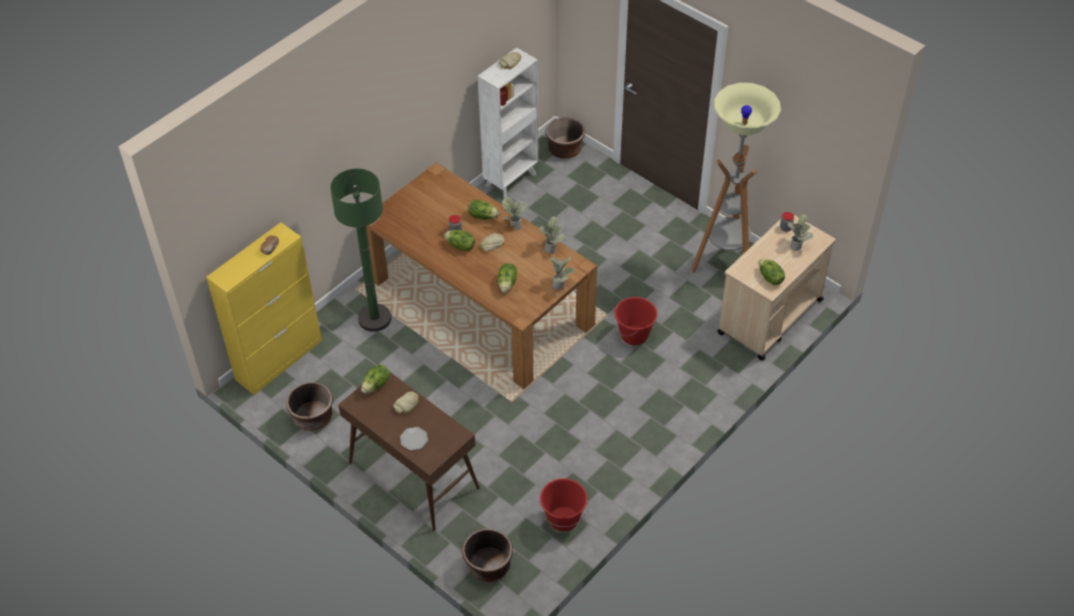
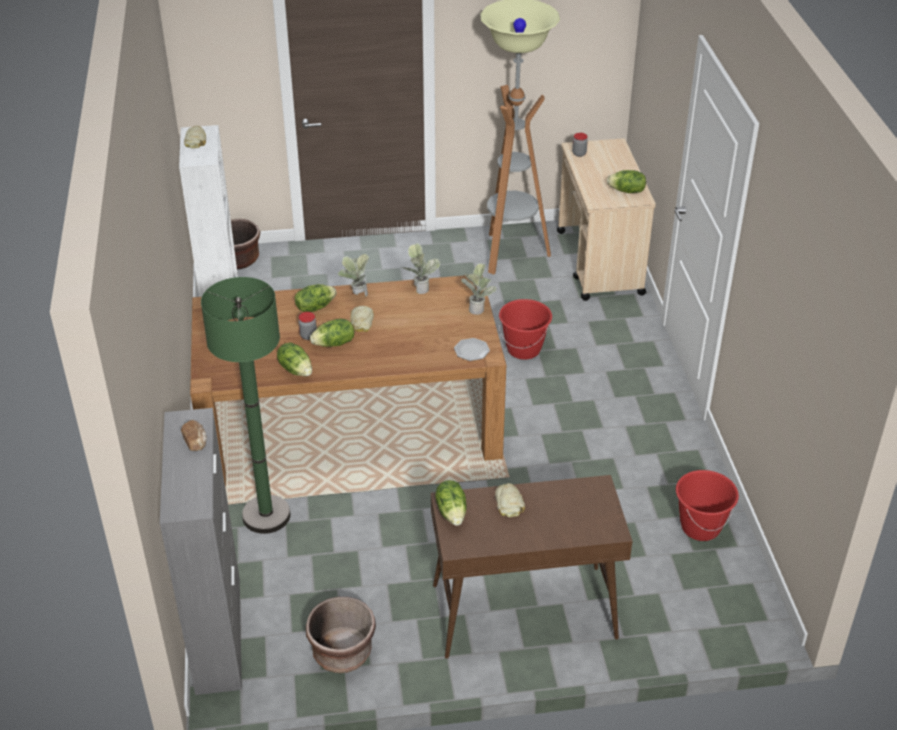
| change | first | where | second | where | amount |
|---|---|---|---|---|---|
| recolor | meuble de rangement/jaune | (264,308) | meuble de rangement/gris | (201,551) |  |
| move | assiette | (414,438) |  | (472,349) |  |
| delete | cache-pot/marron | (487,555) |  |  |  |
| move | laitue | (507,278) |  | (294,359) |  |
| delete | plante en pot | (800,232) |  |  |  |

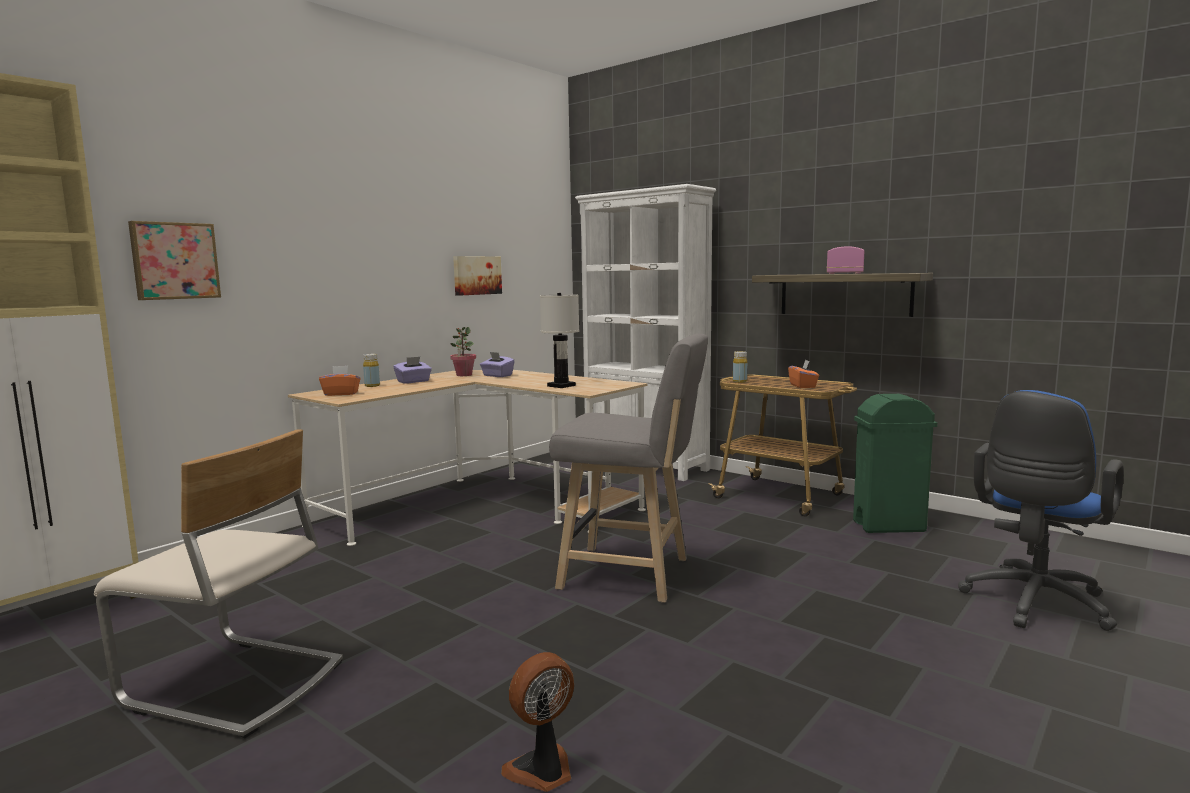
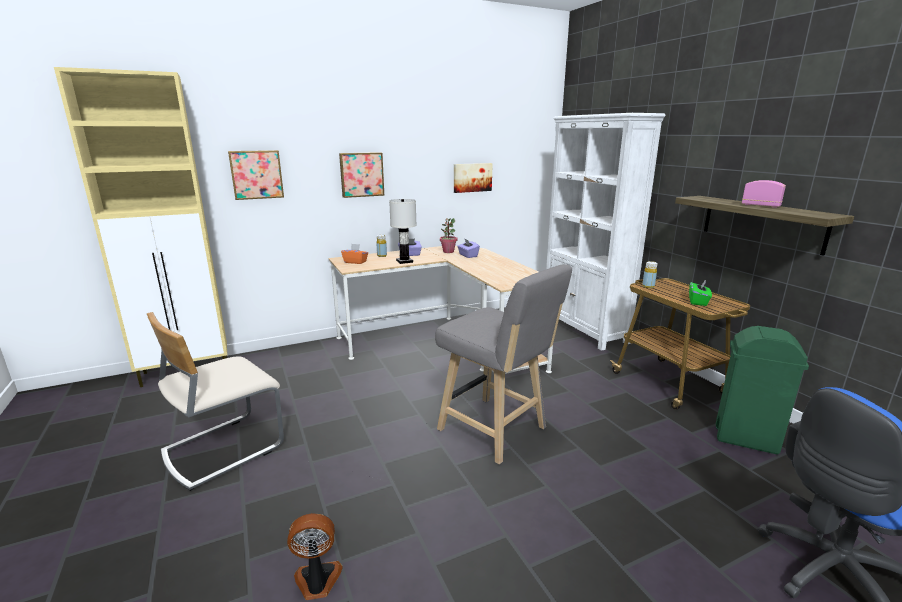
| change | first | where | second | where | amount |
|---|---|---|---|---|---|
| rotate | chaise/beige | (218,583) |  | (215,401) | 90 degrees clockwise |
| move | lampe de table/blanc | (559,340) |  | (403,231) |  |
| recolor | boîte à mouchoirs/orange | (803,374) | boîte à mouchoirs/vert | (700,292) |  |
| insert |  |  | tableau | (361,175) |  |

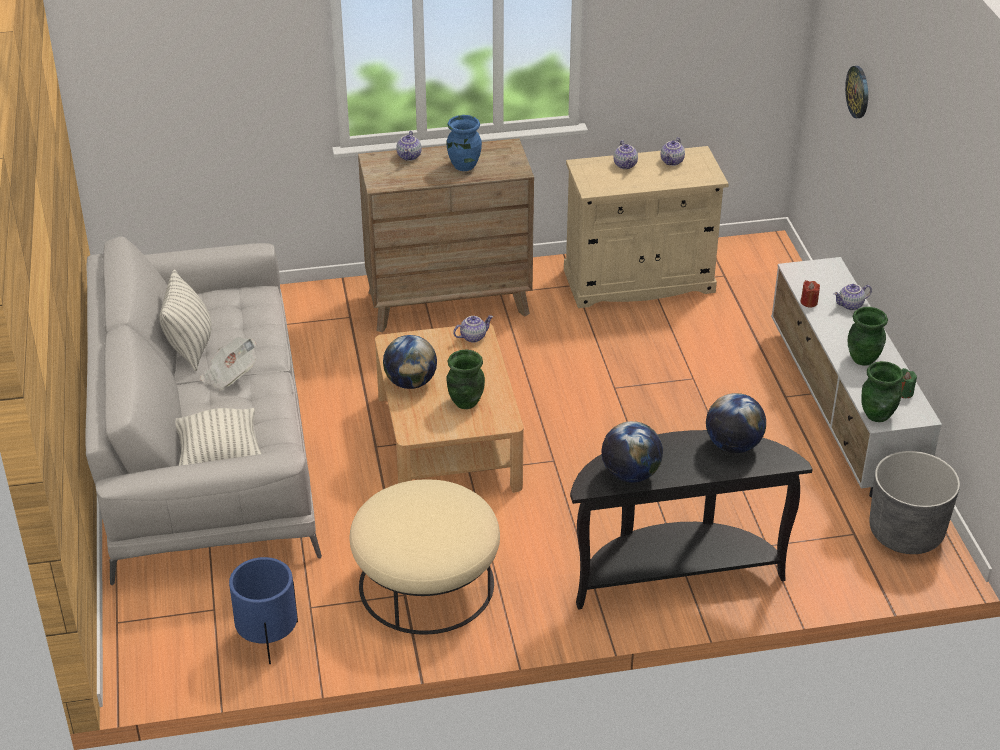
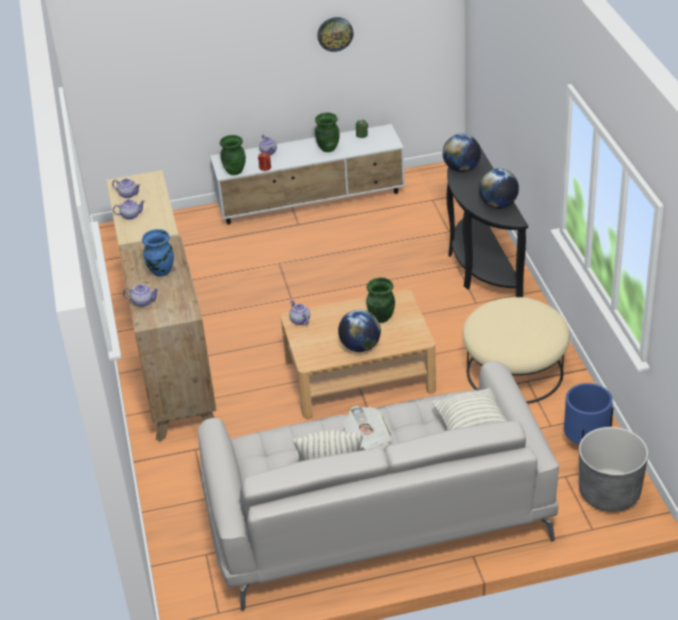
| change | first | where | second | where | amount |
|---|---|---|---|---|---|
| move | horloge murale | (856,92) |  | (335,34) |  |
| move | vase/vert | (882,391) |  | (233,155) |  |
| move | cache-pot/gris | (914,502) |  | (613,469) |  |

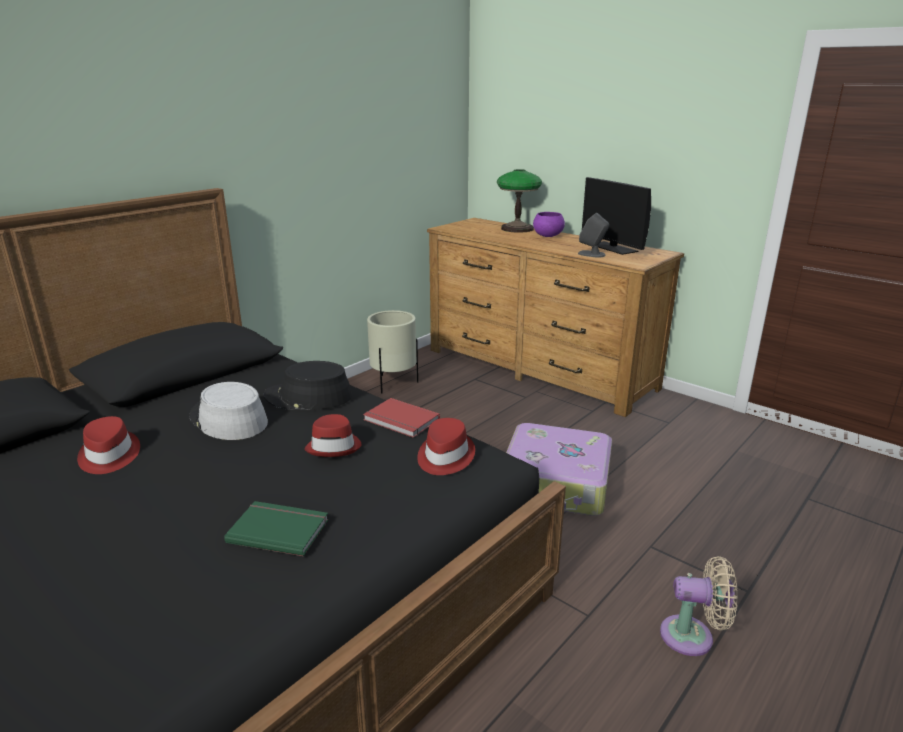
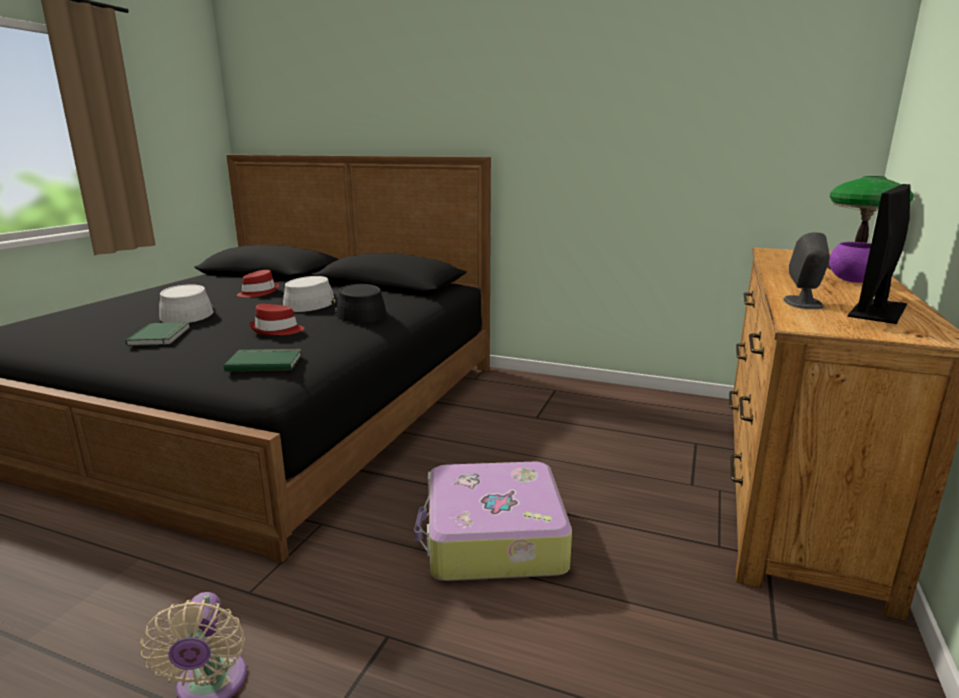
| change | first | where | second | where | amount |
|---|---|---|---|---|---|
| delete | livre/rouge | (401,418) |  |  |  |
| delete | cache-pot/beige | (392,351) |  |  |  |
| replace | chapeau/rouge | (446,446) | livre/vert | (263,360) |  |
| insert |  |  | chapeau/gris | (186,303) |  |

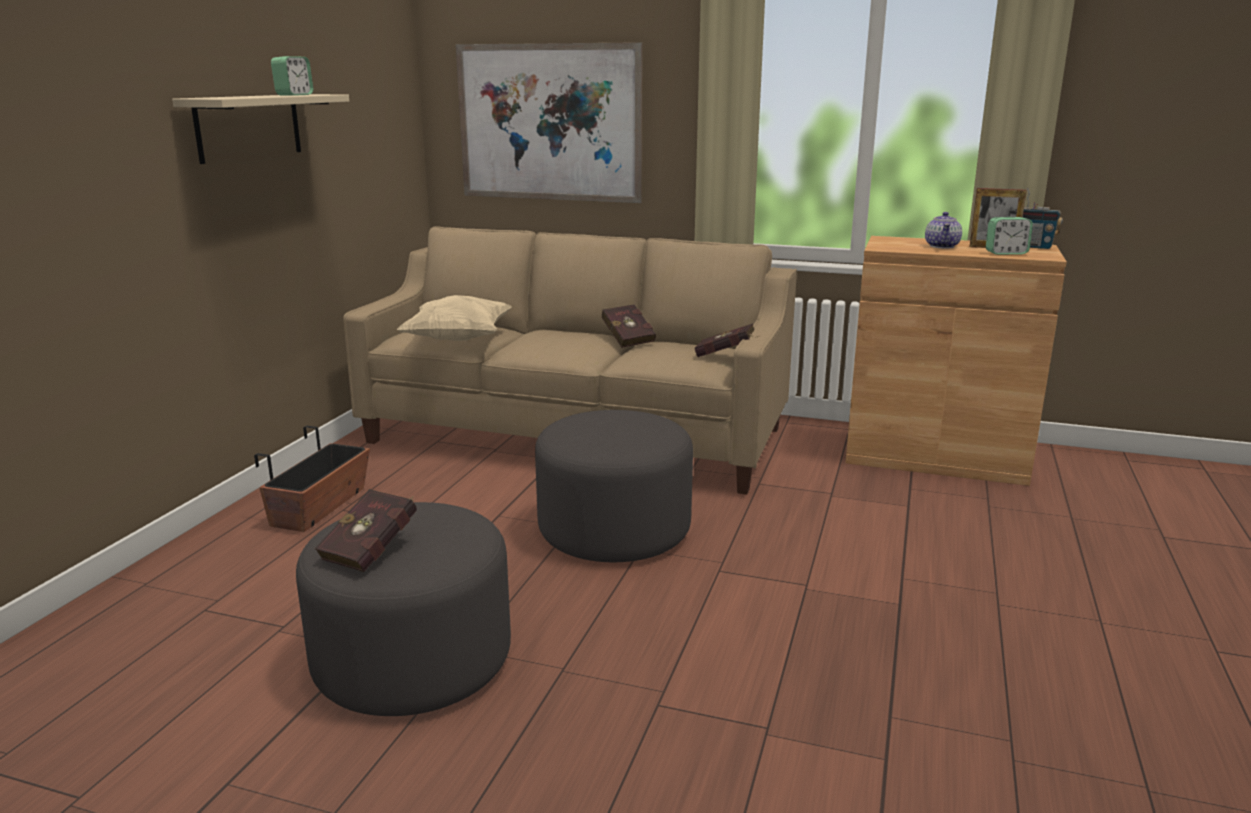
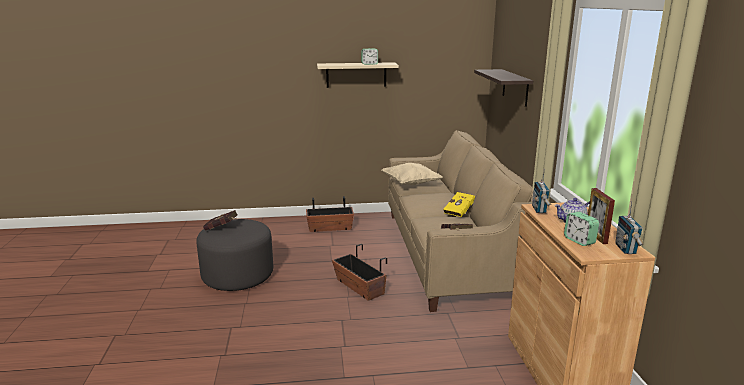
| change | first | where | second | where | amount |
|---|---|---|---|---|---|
| replace | tableau | (549,122) | étagère | (503,88) |  |
| replace | pouf/gris | (614,486) | cache-pot | (359,272) |  |
| recolor | livre/rouge | (628,326) | livre/jaune | (459,204) |  |
| insert |  |  | radio | (541,191) |  |

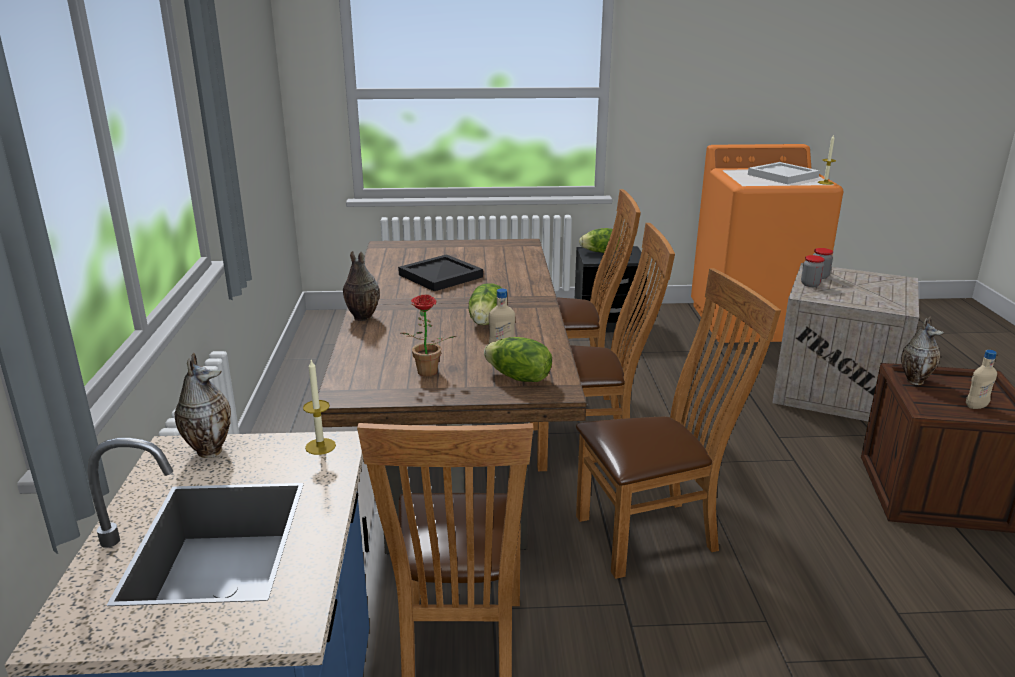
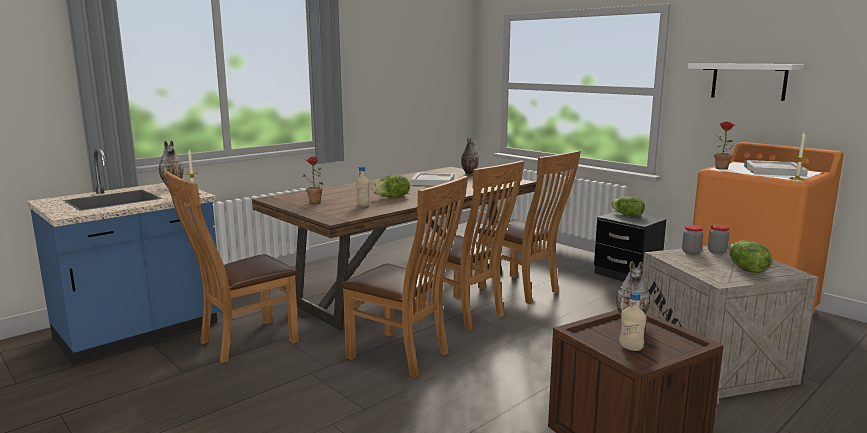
| change | first | where | second | where | amount |
|---|---|---|---|---|---|
| move | vase | (361,286) |  | (470,156) |  |
| recolor | plateau/noir | (440,272) | plateau/blanc | (432,179) |  |
| move | laitue | (518,359) |  | (750,256) |  |
| insert |  |  | étagère/blanc | (746,82) |  |
| insert |  |  | plante en pot | (724,146) |  |

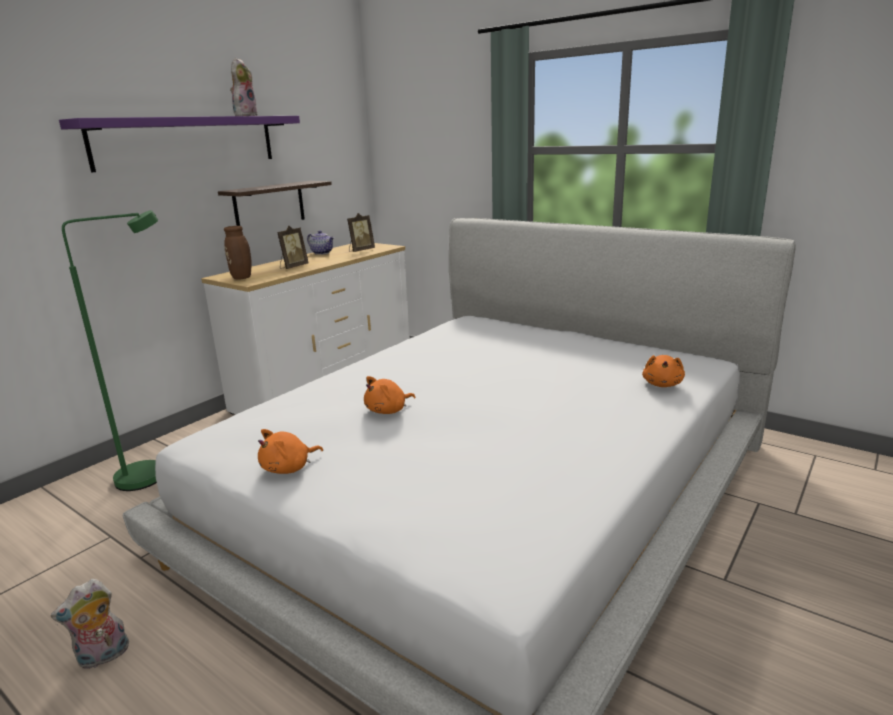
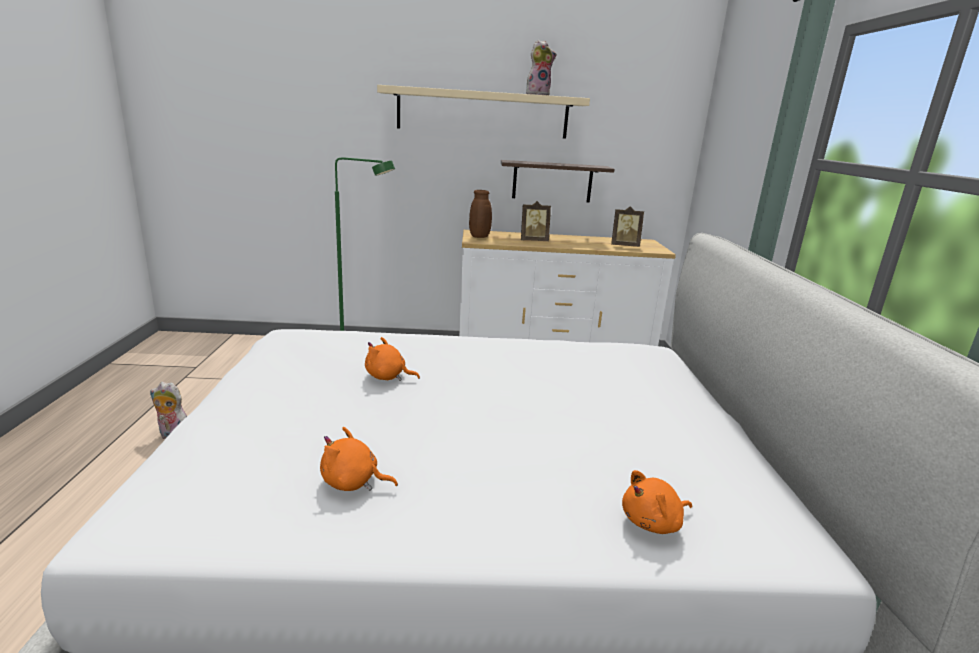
| change | first | where | second | where | amount |
|---|---|---|---|---|---|
| recolor | étagère/violet | (179,144) | étagère/beige | (483,112) |  |
| move | peluche/orange | (290,451) |  | (359,459) |  |
| delete | théière | (320,242) |  |  |  |

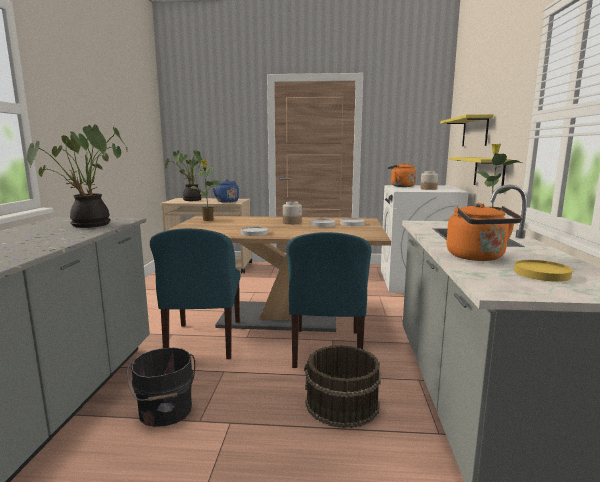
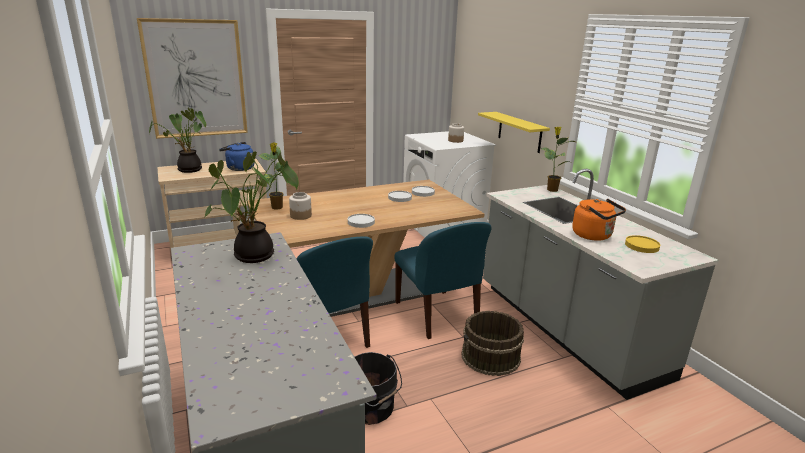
| change | first | where | second | where | amount |
|---|---|---|---|---|---|
| move | bocal | (292,212) |  | (300,206) |  |
| delete | bouilloire/orange | (401,175) |  |  |  |
| delete | étagère/jaune | (467,130) |  |  |  |
| insert |  |  | tableau | (192,78) |  |

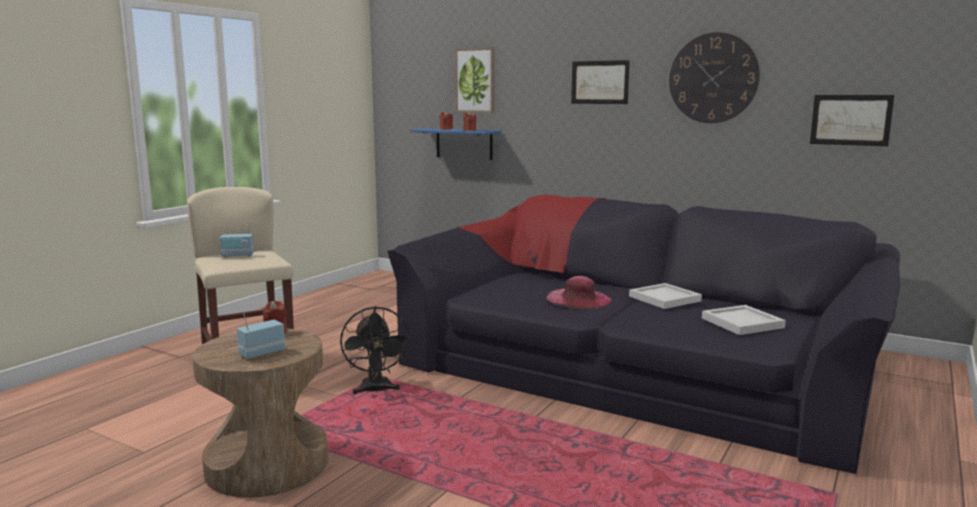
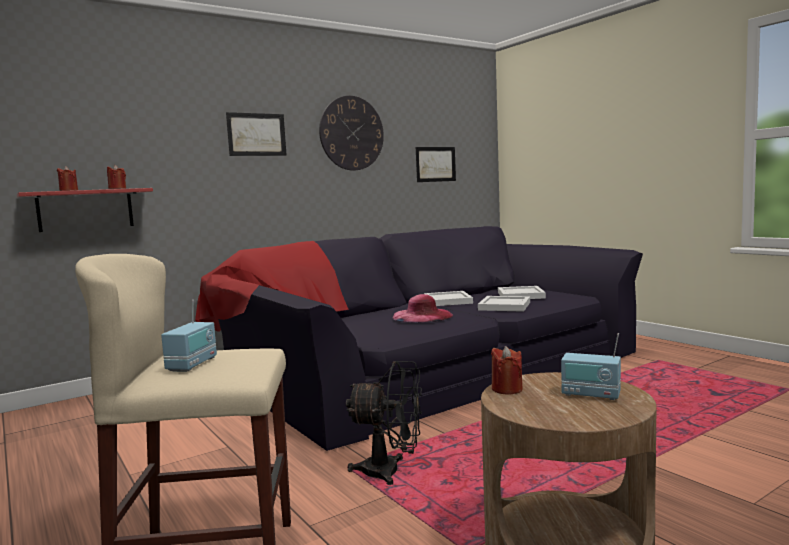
| change | first | where | second | where | amount |
|---|---|---|---|---|---|
| rotate | radio | (261,336) |  | (591,366) | 45 degrees counterclockwise |
| recolor | étagère/bleu | (456,144) | étagère/rouge | (85,210) |  |
| delete | tableau | (475,80) |  |  |  |
| insert |  |  | plateau/blanc | (504,304) |  |

